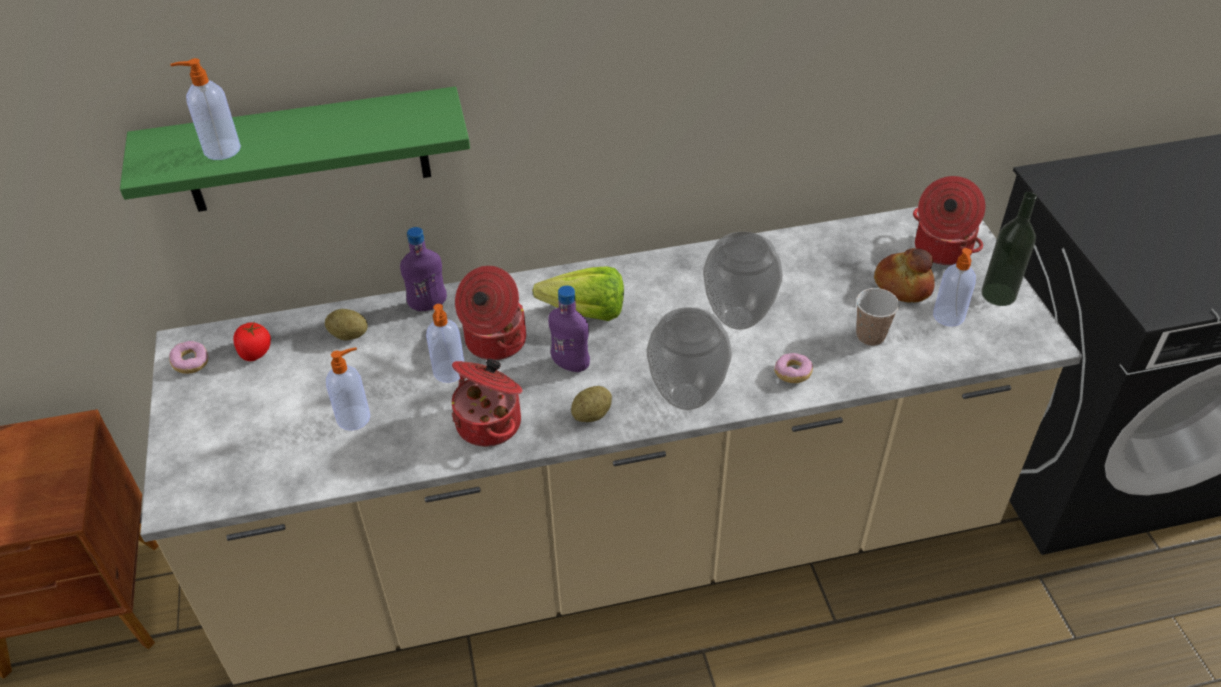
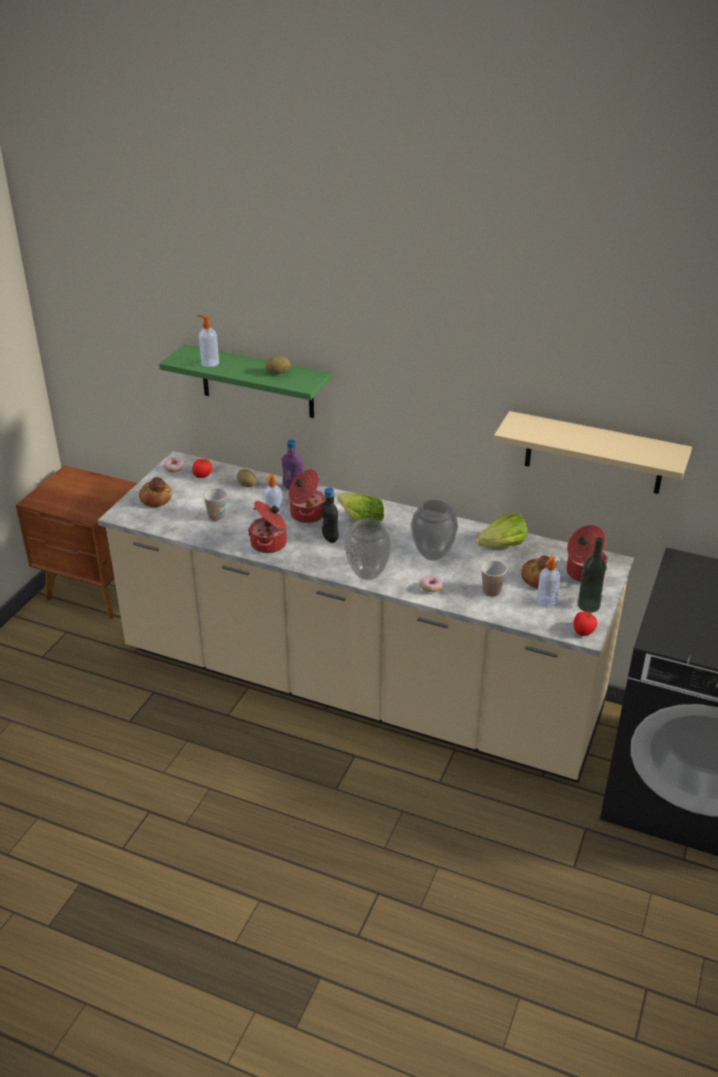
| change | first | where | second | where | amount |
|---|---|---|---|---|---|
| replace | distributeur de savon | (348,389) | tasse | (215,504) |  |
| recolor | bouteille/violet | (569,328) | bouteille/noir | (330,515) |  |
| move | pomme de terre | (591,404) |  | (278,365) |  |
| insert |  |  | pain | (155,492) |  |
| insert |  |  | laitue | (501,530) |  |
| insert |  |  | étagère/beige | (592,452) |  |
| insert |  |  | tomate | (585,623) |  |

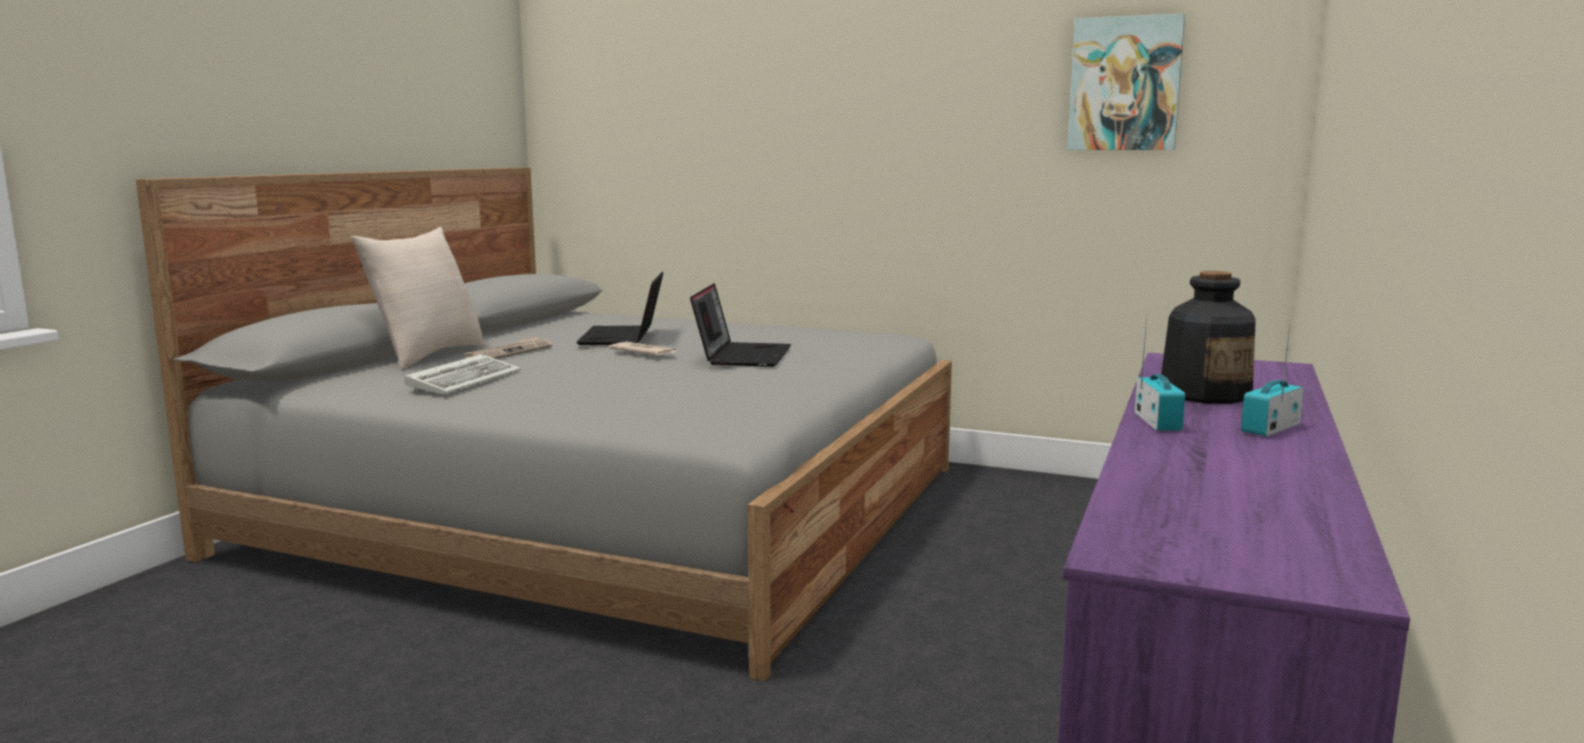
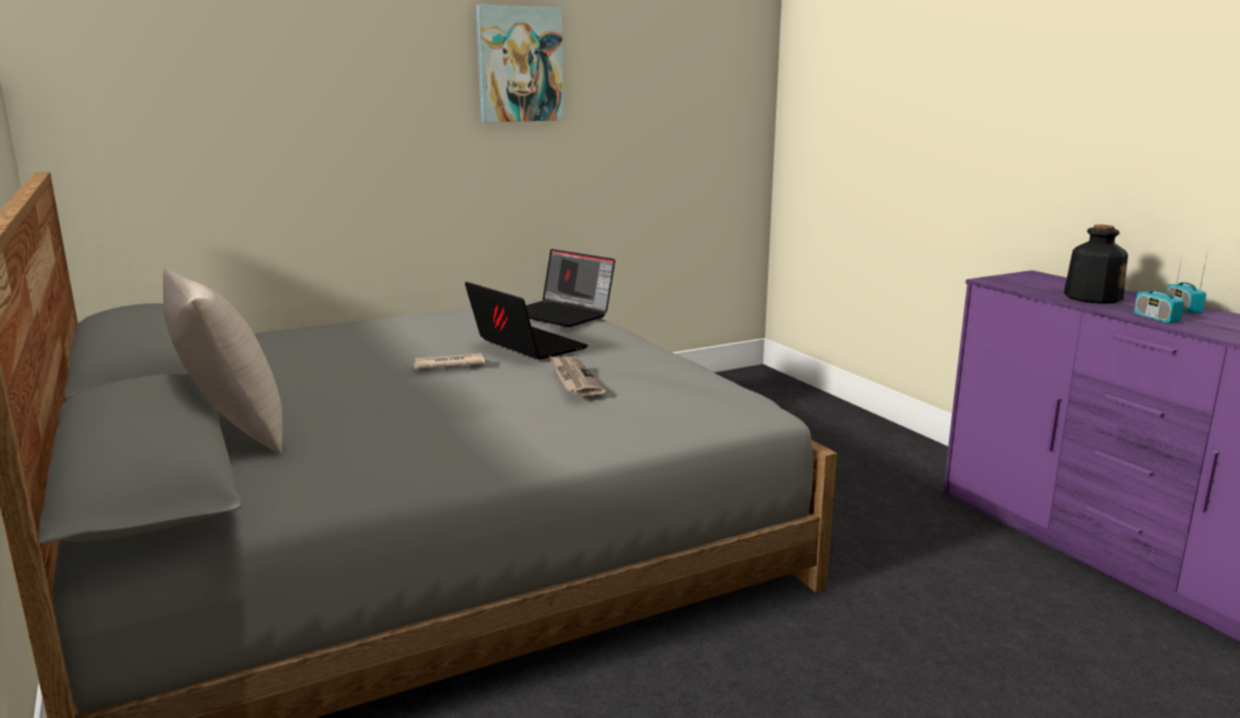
| change | first | where | second | where | amount |
|---|---|---|---|---|---|
| delete | clavier | (462,374) |  |  |  |
| move | journal | (508,347) |  | (577,376) |  |
| move | ordinateur portable | (620,308) |  | (570,288) |  |
| move | tableau | (1126,81) |  | (520,63) |  |
| rotate | radio | (1160,372) |  | (1159,290) | 150 degrees counterclockwise |

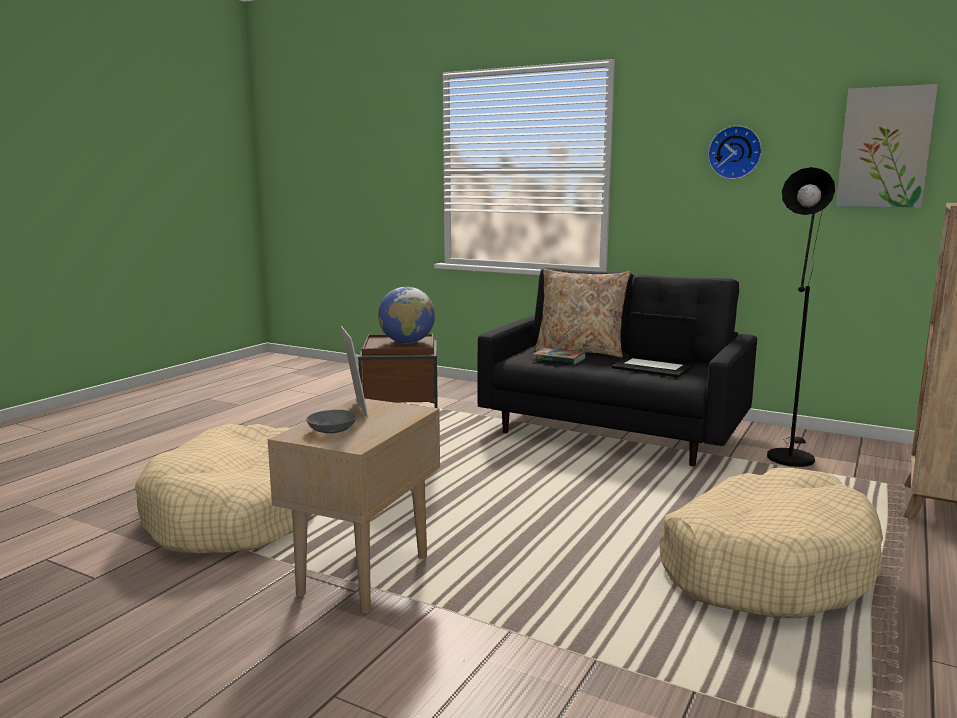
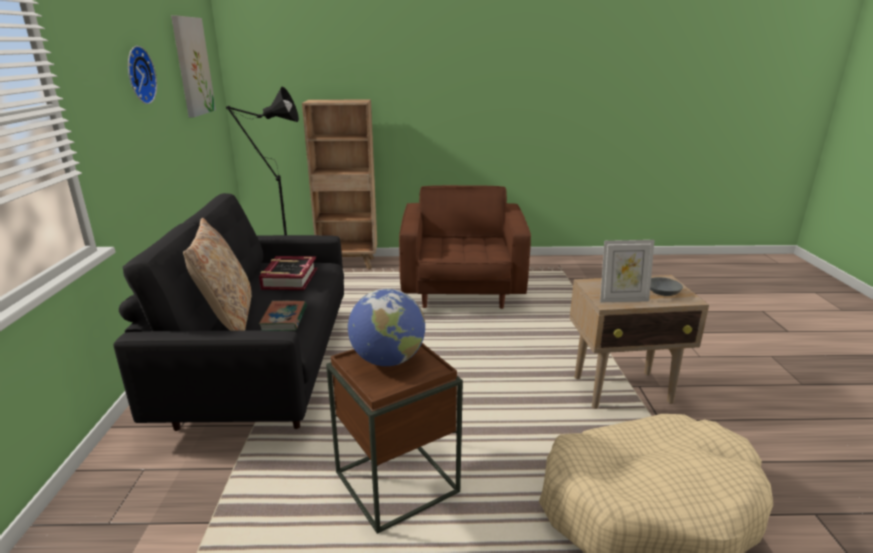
| change | first | where | second | where | amount |
|---|---|---|---|---|---|
| rotate | cadre photo | (354,372) |  | (627,271) | 135 degrees counterclockwise |
| replace | ordinateur portable | (654,344) | livre | (288,273) |  |
| replace | panier pour chien/beige | (771,543) | fauteuil/marron | (465,247) |  |

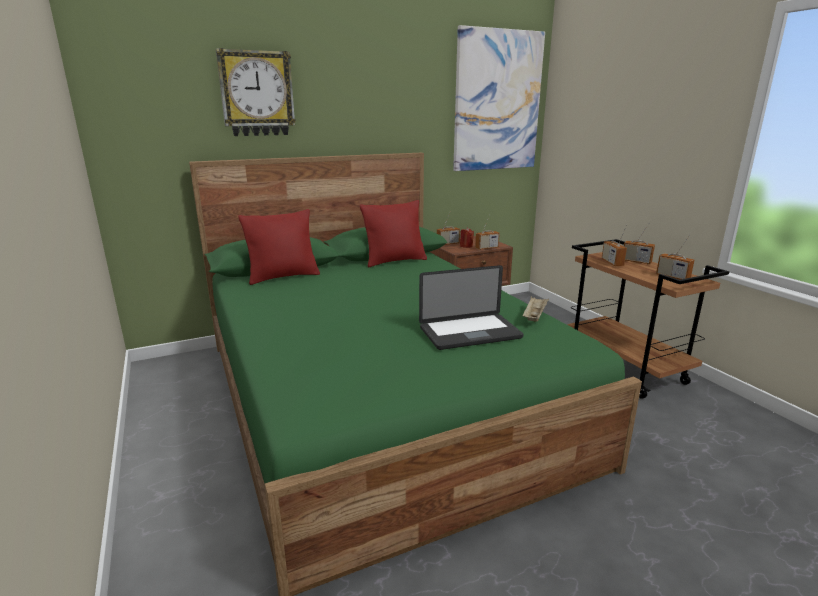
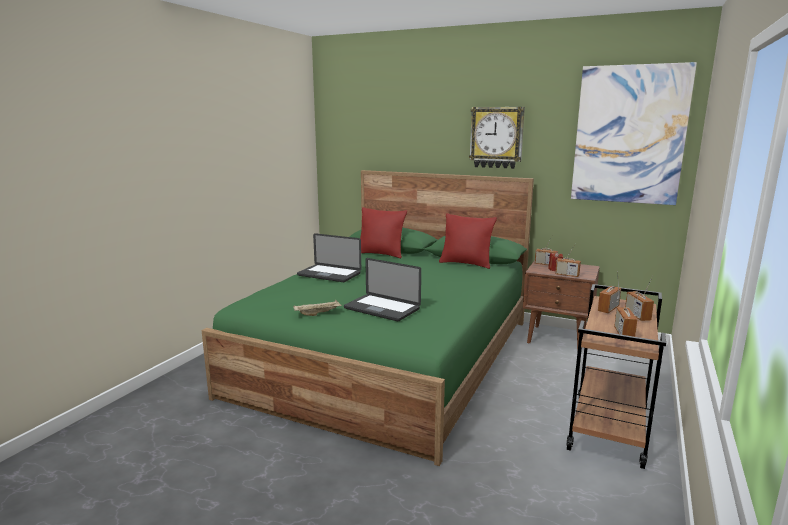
| change | first | where | second | where | amount |
|---|---|---|---|---|---|
| move | horloge murale | (256,92) |  | (497,138) |  |
| move | plateau/beige | (535,309) |  | (317,308) |  |
| insert |  |  | ordinateur portable | (329,257) |  |

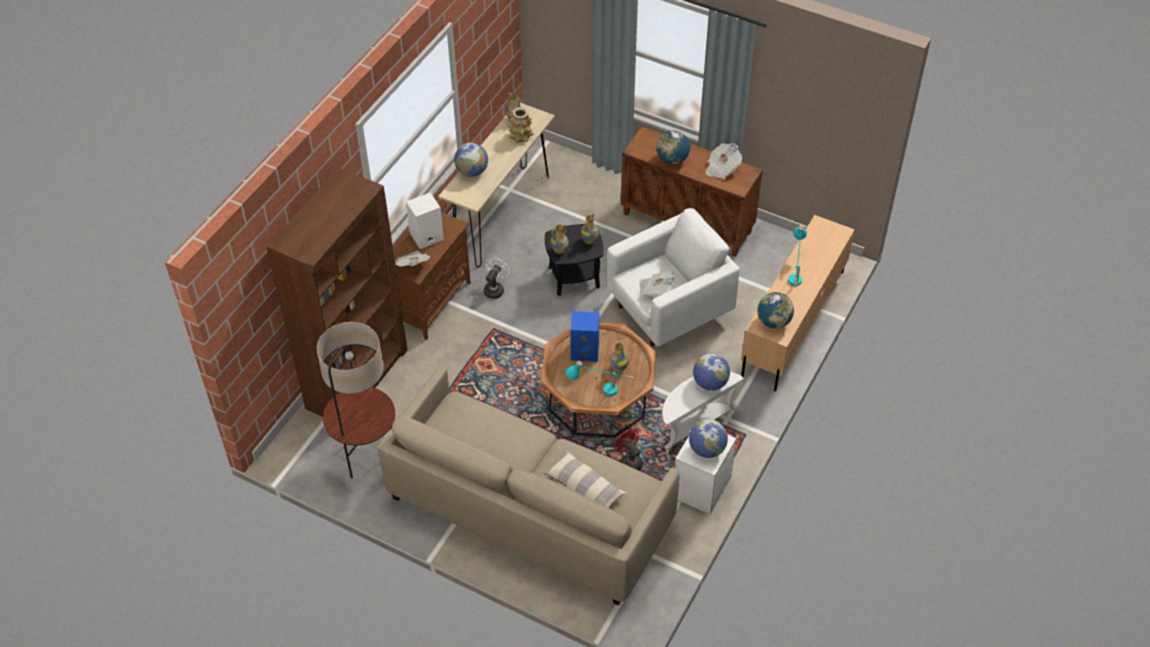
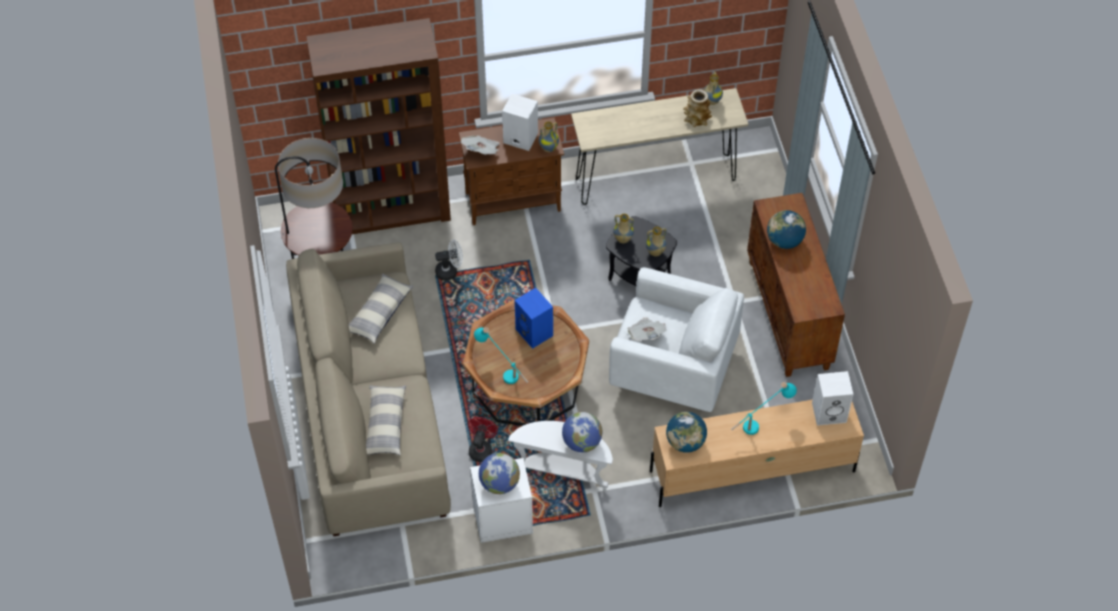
| change | first | where | second | where | amount |
|---|---|---|---|---|---|
| delete | globe | (471,160) |  |  |  |
| move | ventilateur/blanc | (497,278) |  | (449,259) |  |
| move | vase | (619,356) |  | (549,136) |  |
| delete | journal | (724,161) |  |  |  |
| insert |  |  | coussin | (381,309) |  |
| insert |  |  | enceinte/blanc | (832,398) |  |

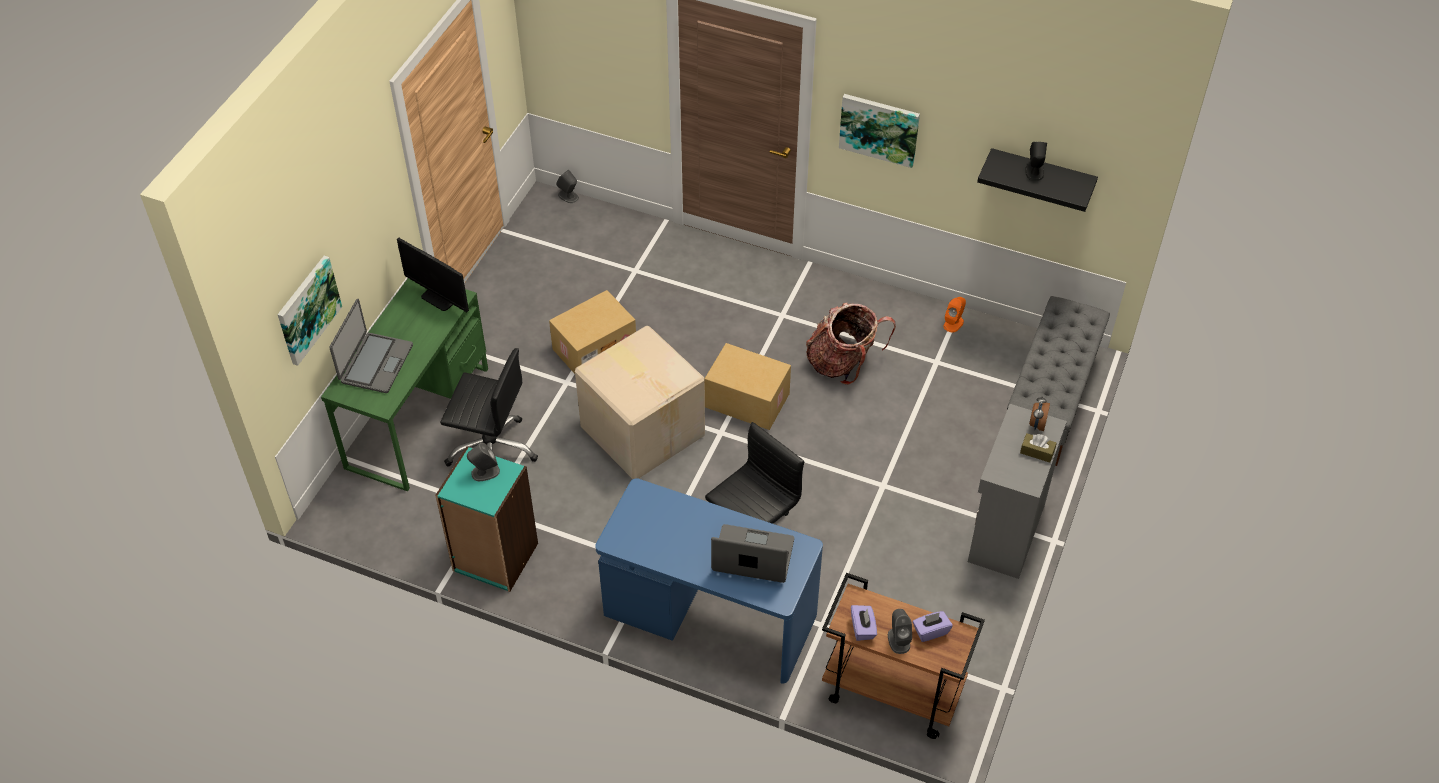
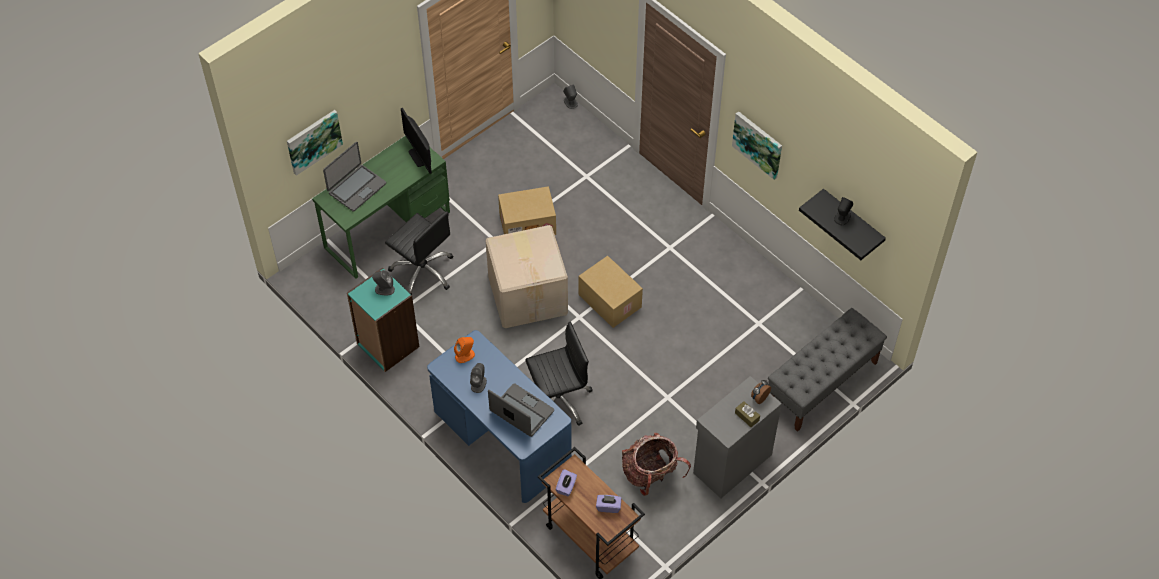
| change | first | where | second | where | amount |
|---|---|---|---|---|---|
| move | sac à dos | (851,344) |  | (656,464) |  |
| move | enceinte/gris | (900,631) |  | (478,378) |  |
| move | enceinte/orange | (955,315) |  | (464,350) |  |

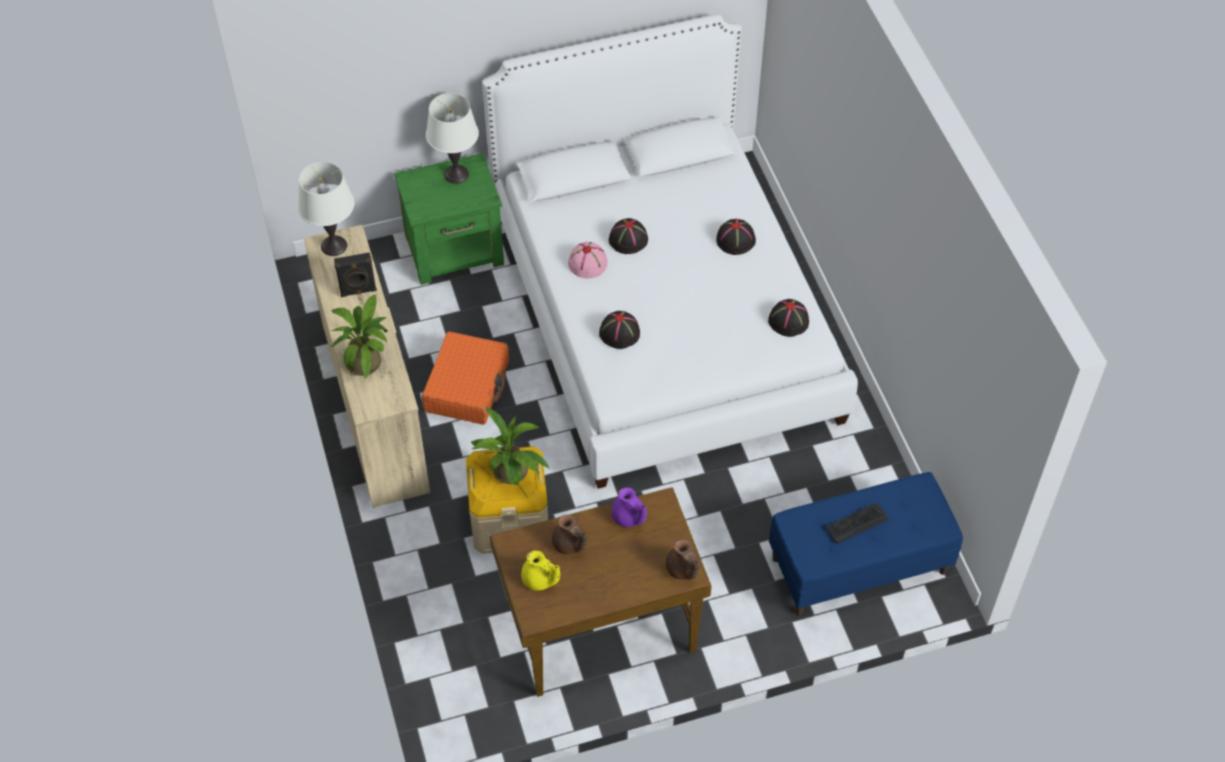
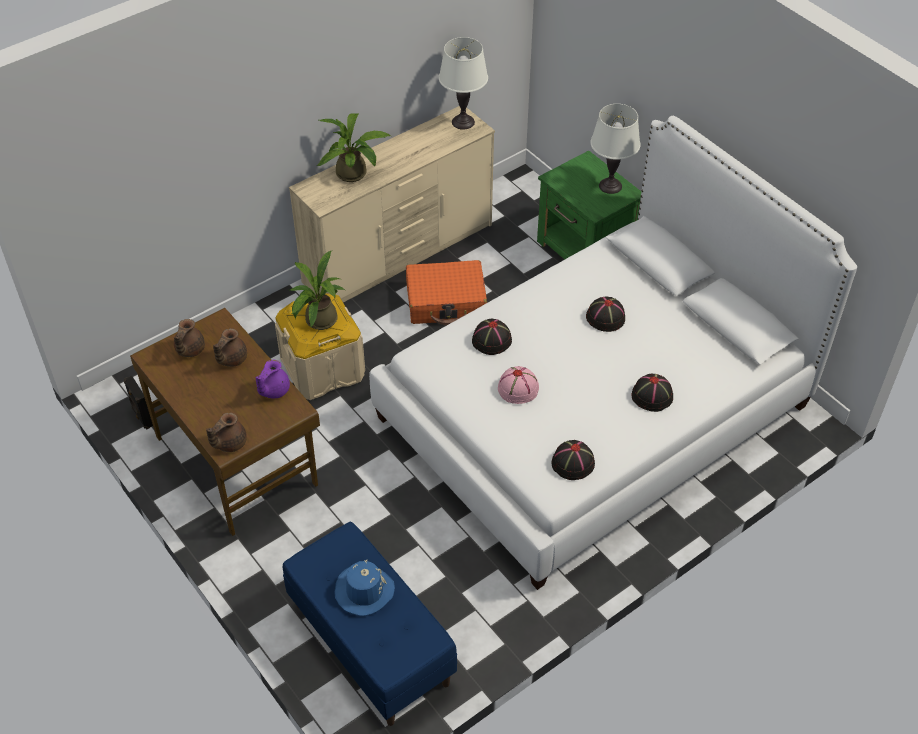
| change | first | where | second | where | amount |
|---|---|---|---|---|---|
| move | enceinte/noir | (355,274) |  | (138,402) |  |
| recolor | théière/jaune | (540,570) | théière/marron | (189,338) |  |
| move | chapeau/rose | (587,260) |  | (518,385) |  |
| replace | clavier | (857,524) | chapeau/bleu | (365,588) |  |

